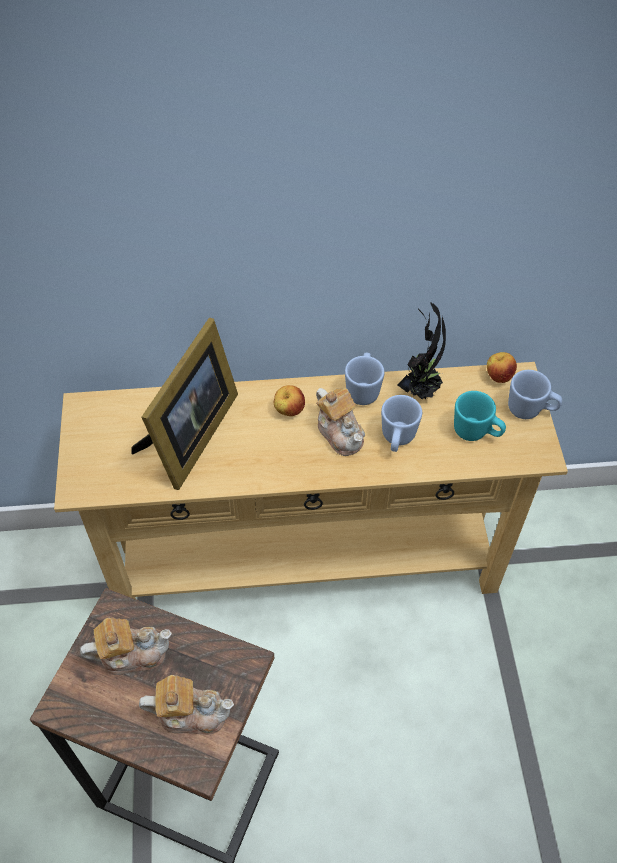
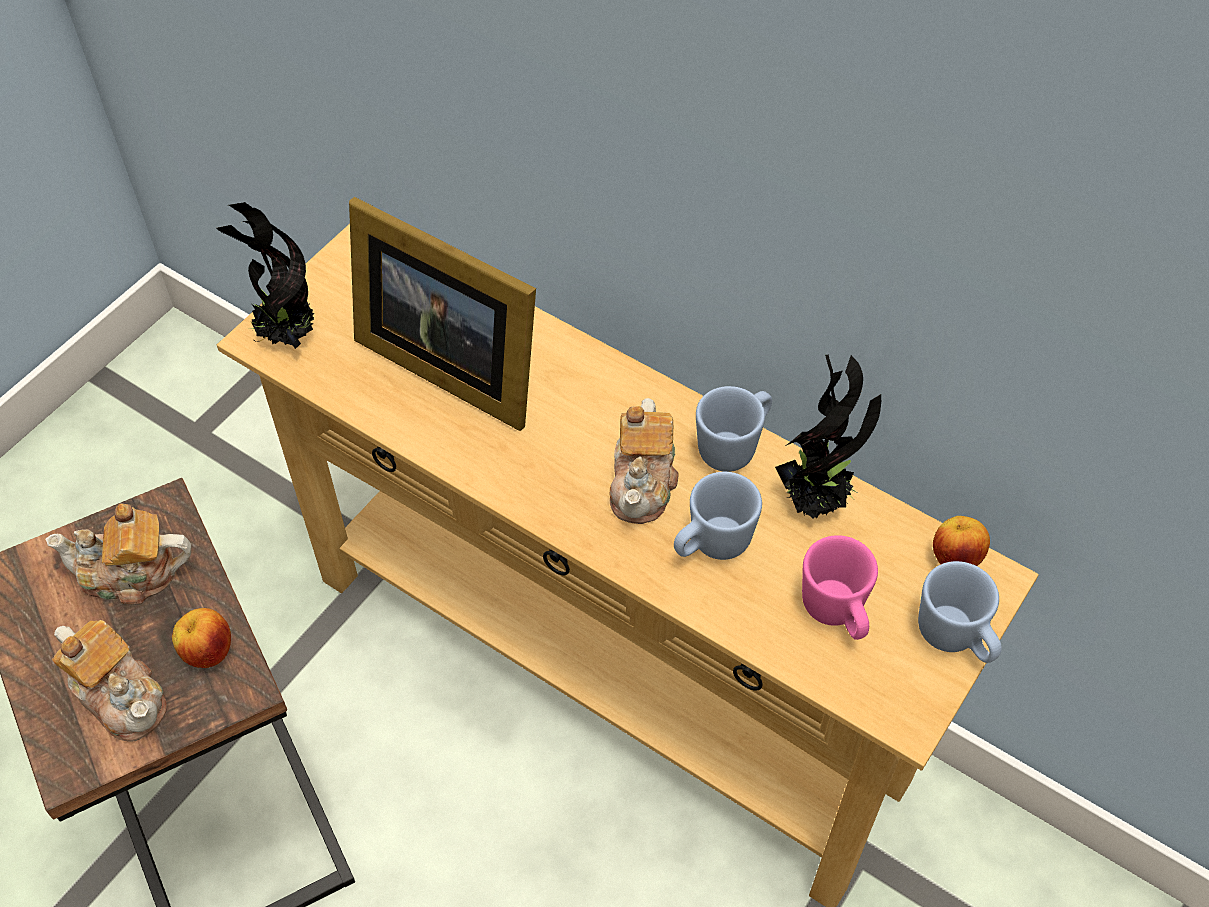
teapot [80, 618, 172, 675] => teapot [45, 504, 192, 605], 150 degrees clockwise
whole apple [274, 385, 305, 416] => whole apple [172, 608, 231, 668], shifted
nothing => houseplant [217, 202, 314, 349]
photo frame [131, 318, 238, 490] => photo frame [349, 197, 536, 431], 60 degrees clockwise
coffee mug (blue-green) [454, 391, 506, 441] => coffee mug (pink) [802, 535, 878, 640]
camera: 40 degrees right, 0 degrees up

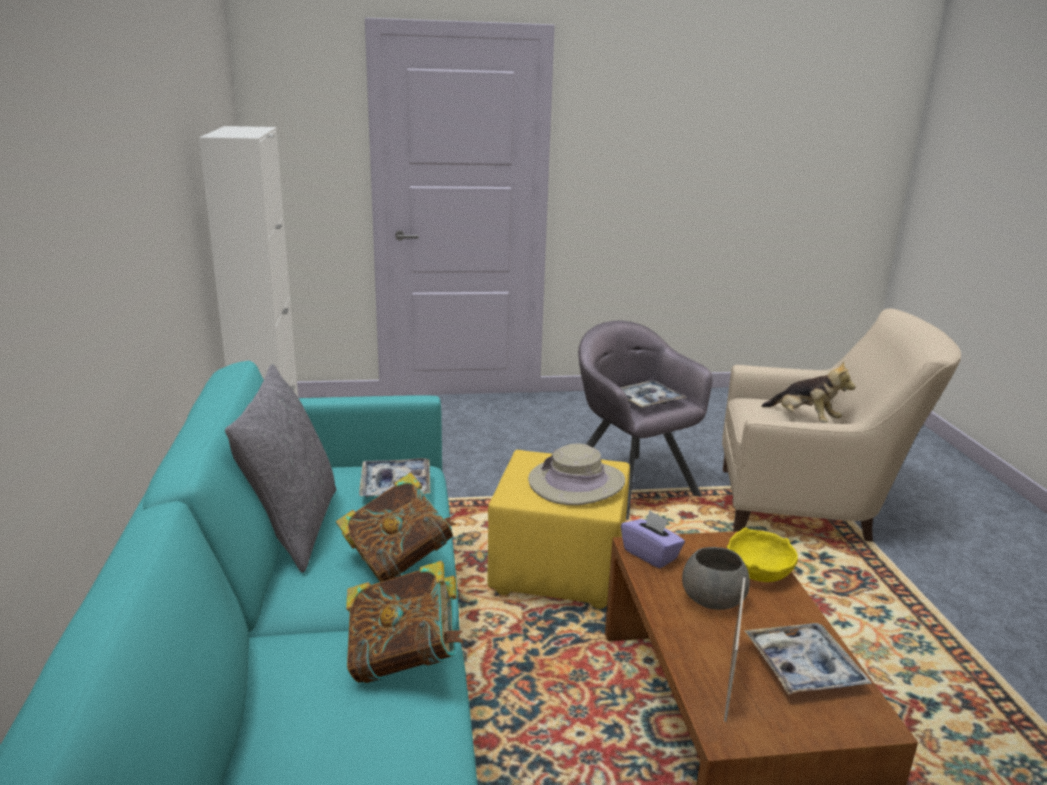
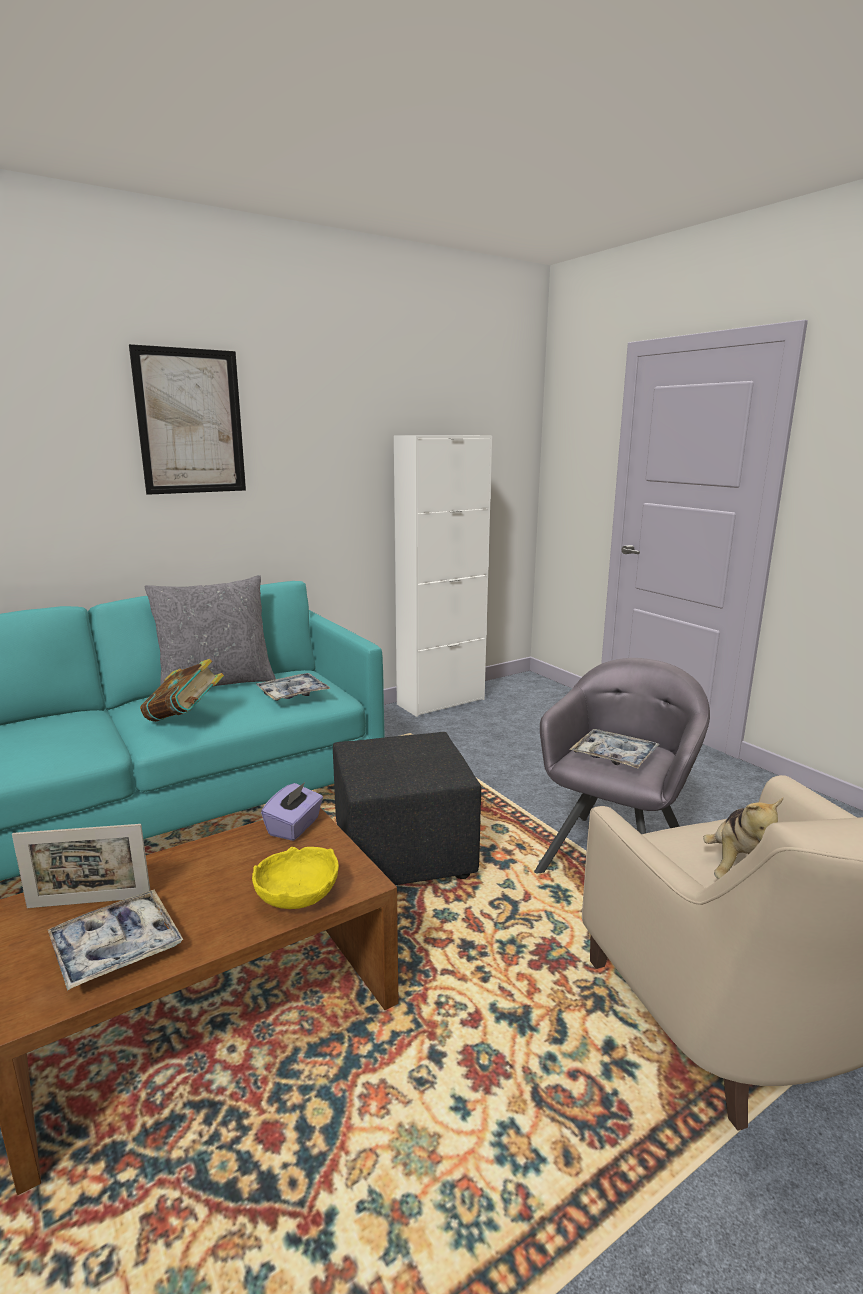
nothing => picture [129, 344, 246, 495]
pouffe (yellow-coloured) [487, 450, 630, 609] => pouffe (blackish) [333, 732, 481, 885]
volume [346, 561, 463, 683] => nothing
hat (beige) [528, 444, 625, 505] => nothing
serving bowl (gray) [682, 547, 750, 610] => nothing
camera: 65 degrees right, 5 degrees down

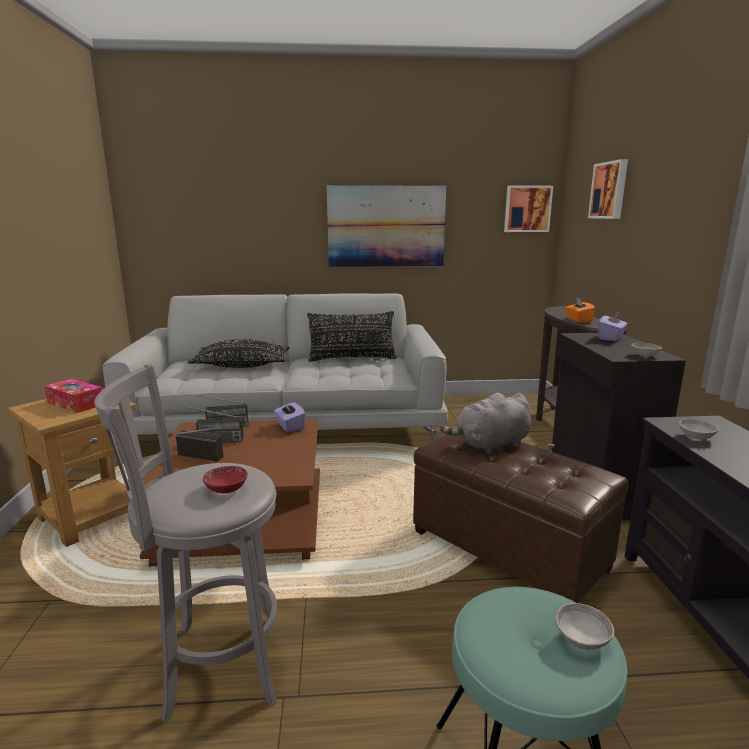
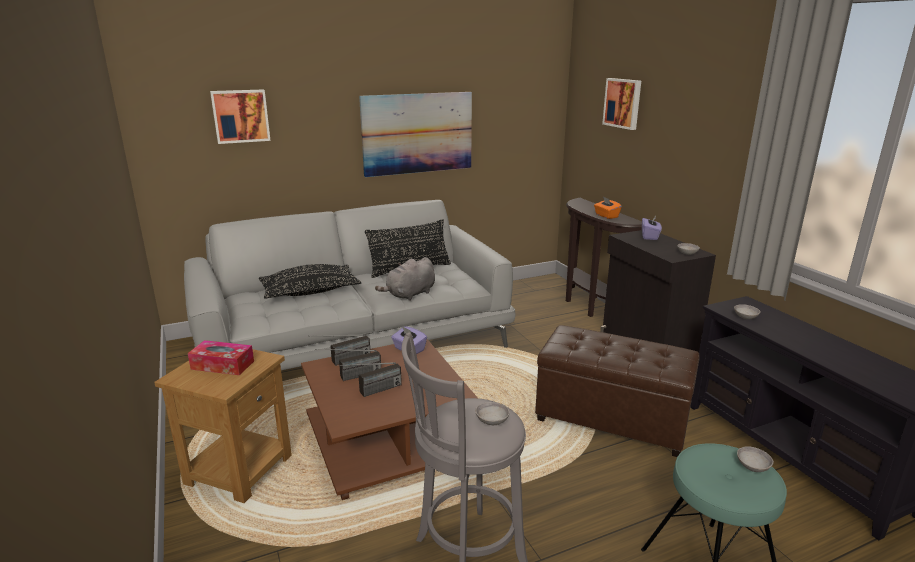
picture [504, 185, 553, 232] => picture [210, 89, 271, 144], shifted
radio set [176, 425, 237, 461] => radio set [335, 362, 402, 397], 150 degrees clockwise
cuddly toy (gray) [440, 393, 531, 454] => cuddly toy (gray) [375, 257, 435, 301], shifted
serving bowl (red-coloured) [203, 466, 247, 493] => serving bowl (gray) [475, 402, 509, 425]
camera: 20 degrees left, 5 degrees up

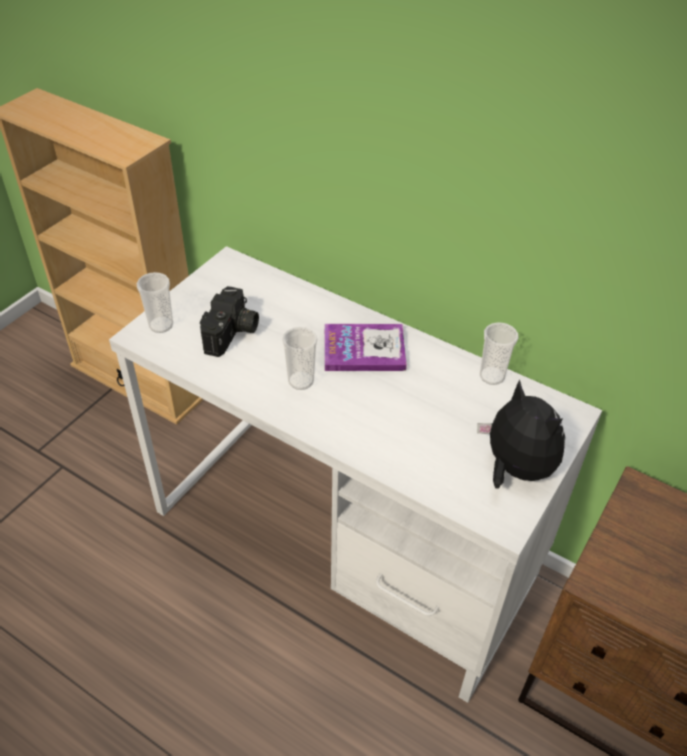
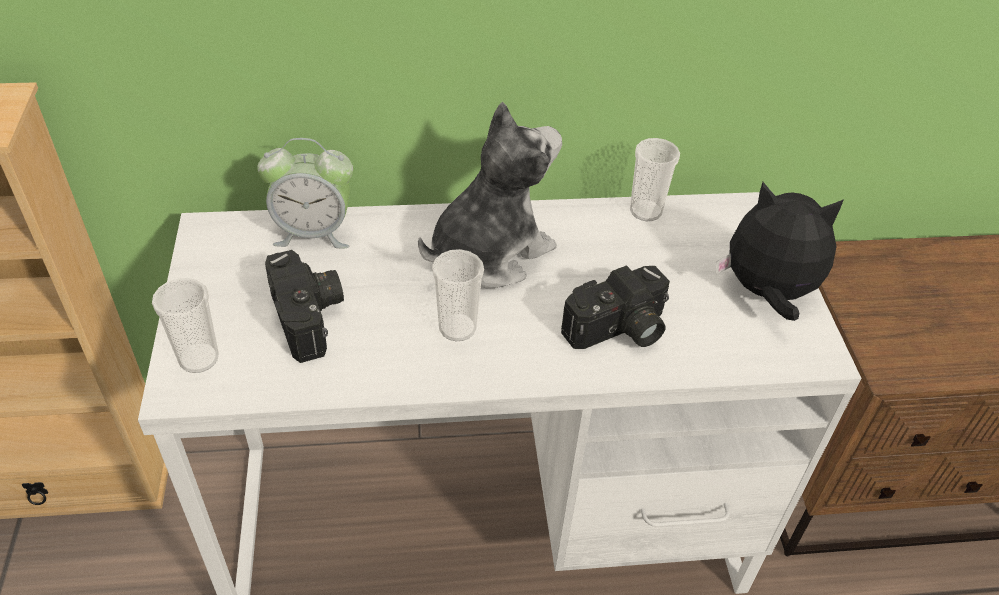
nothing => table clock [257, 138, 353, 248]
volume [325, 324, 407, 371] => cuddly toy [418, 102, 562, 288]
nothing => photo camera [561, 265, 670, 349]
camera: 40 degrees left, 0 degrees up

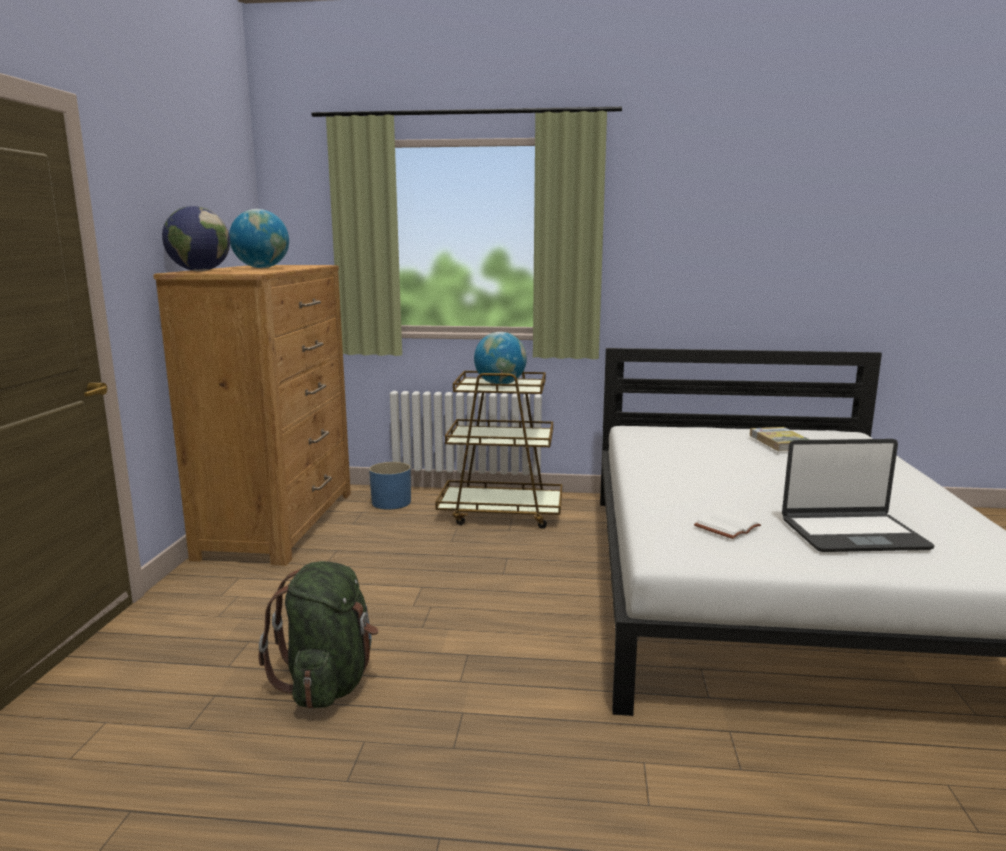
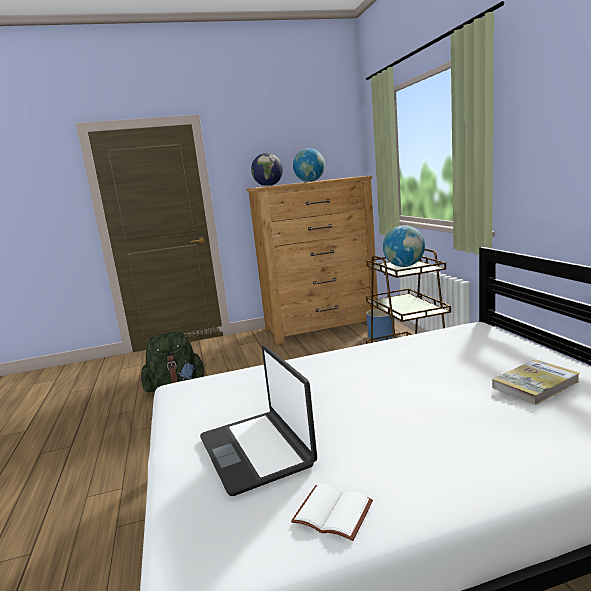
volume (white) [694, 511, 761, 539] => volume (white) [291, 484, 373, 541], shifted
camera: 70 degrees right, 0 degrees up

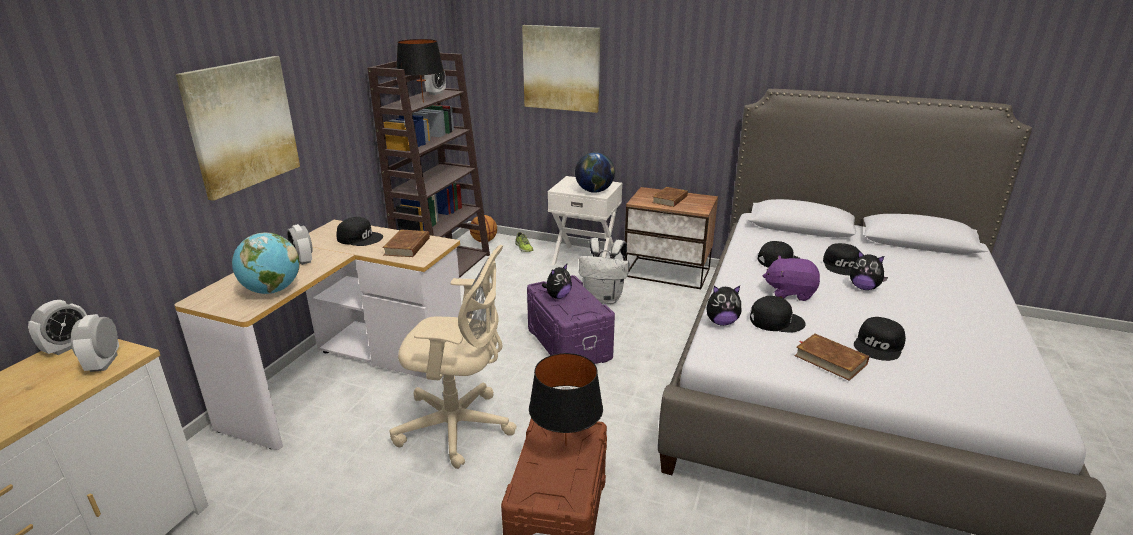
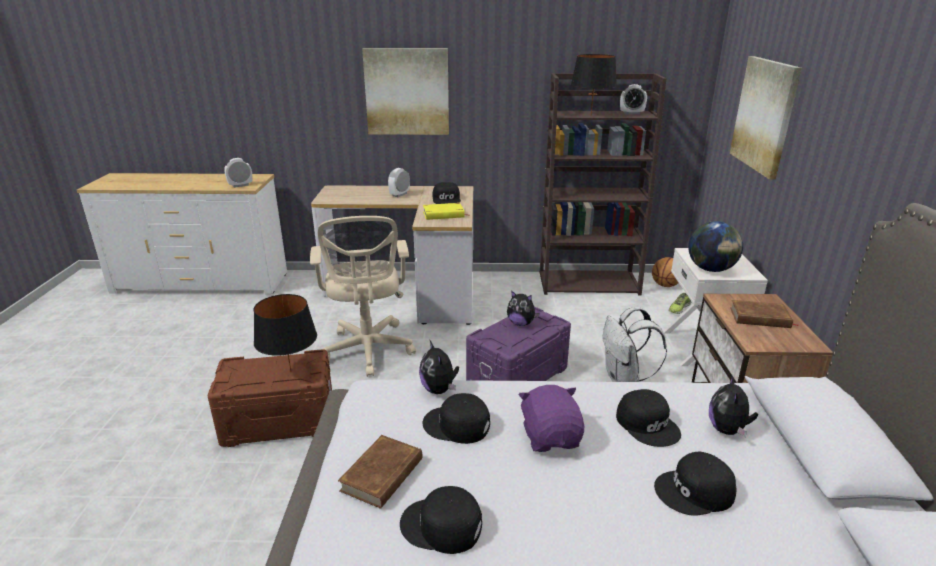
volume (brown) [382, 229, 430, 257] => volume (yellow-coloured) [423, 203, 466, 220]
peaked cap (blackish) [750, 296, 806, 333] => peaked cap (blackish) [423, 393, 490, 444], 120 degrees clockwise
cuddly toy [850, 251, 888, 290] => cuddly toy [709, 374, 758, 437], shifted
table clock [28, 300, 87, 355] => nothing
desk globe [232, 233, 300, 294] => nothing
camera: 70 degrees right, 0 degrees up

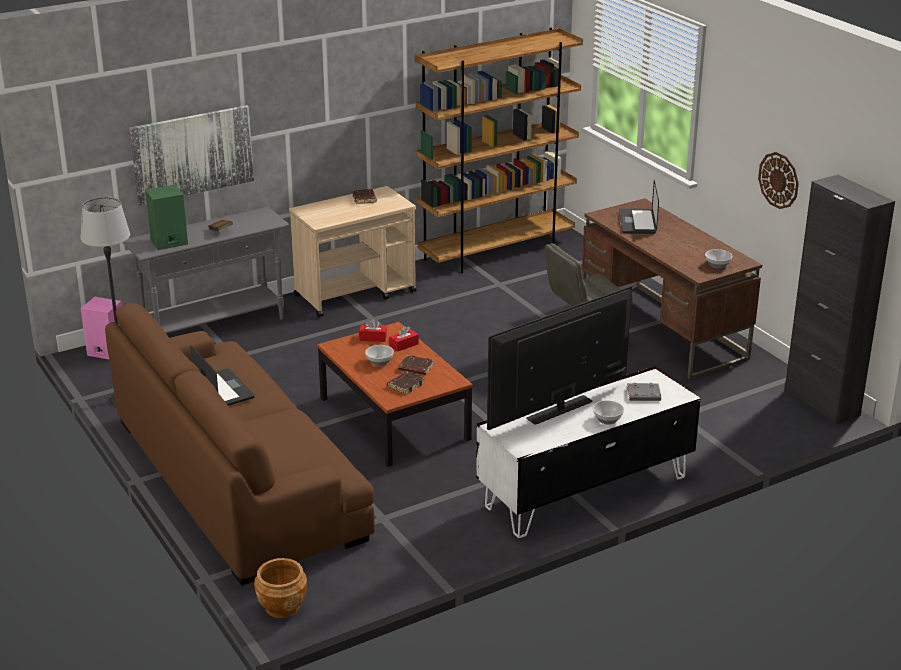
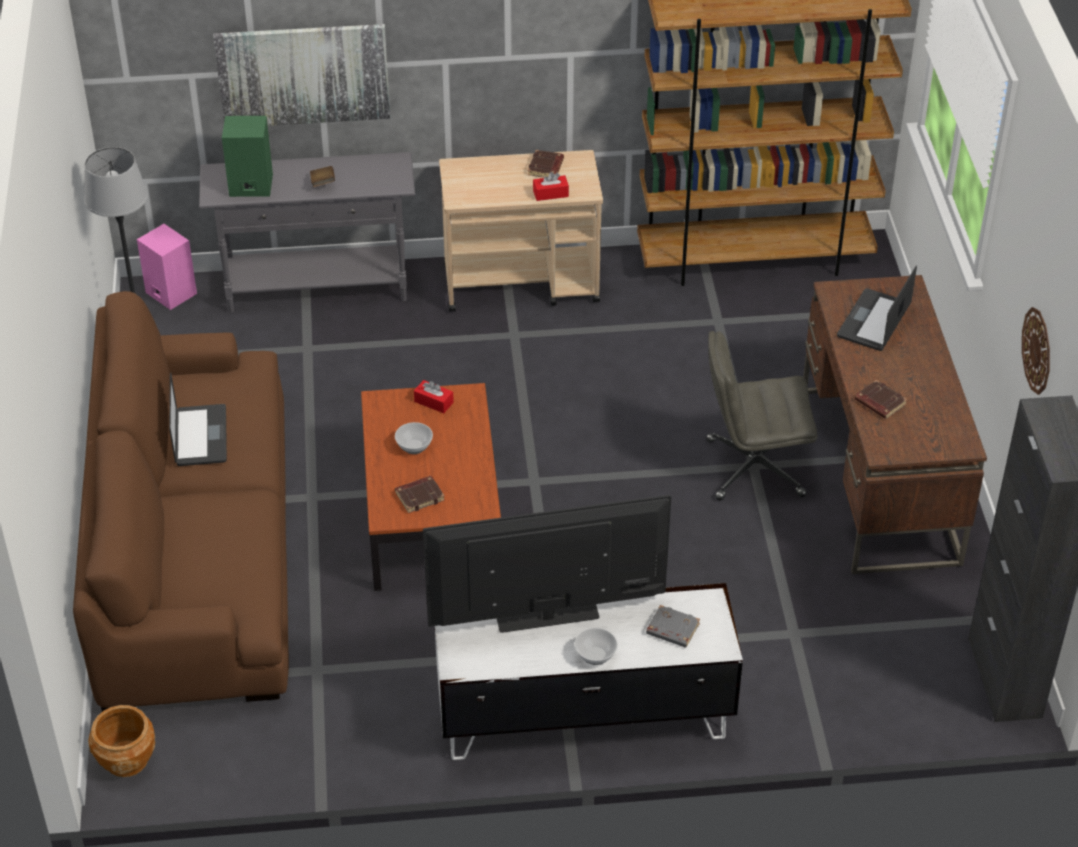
box of tissues (red-coloured) [389, 326, 419, 352] => box of tissues (red-coloured) [533, 172, 569, 201], shifted
volume (brown) [398, 355, 435, 375] => volume (brown) [855, 380, 907, 419], shifted
serving bowl [705, 249, 733, 269] => nothing
camera: 25 degrees right, 15 degrees up

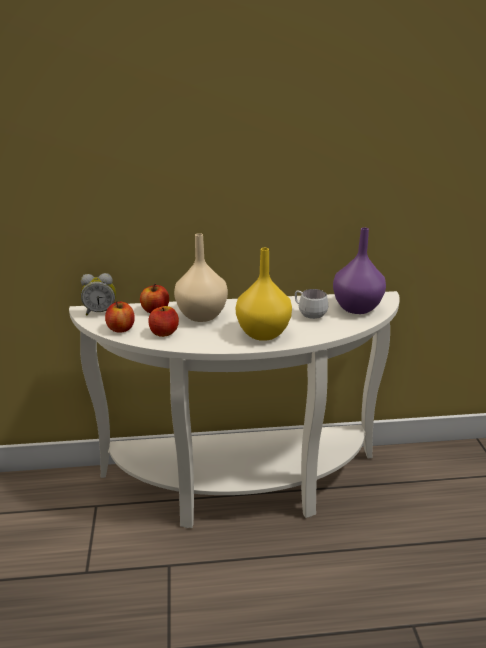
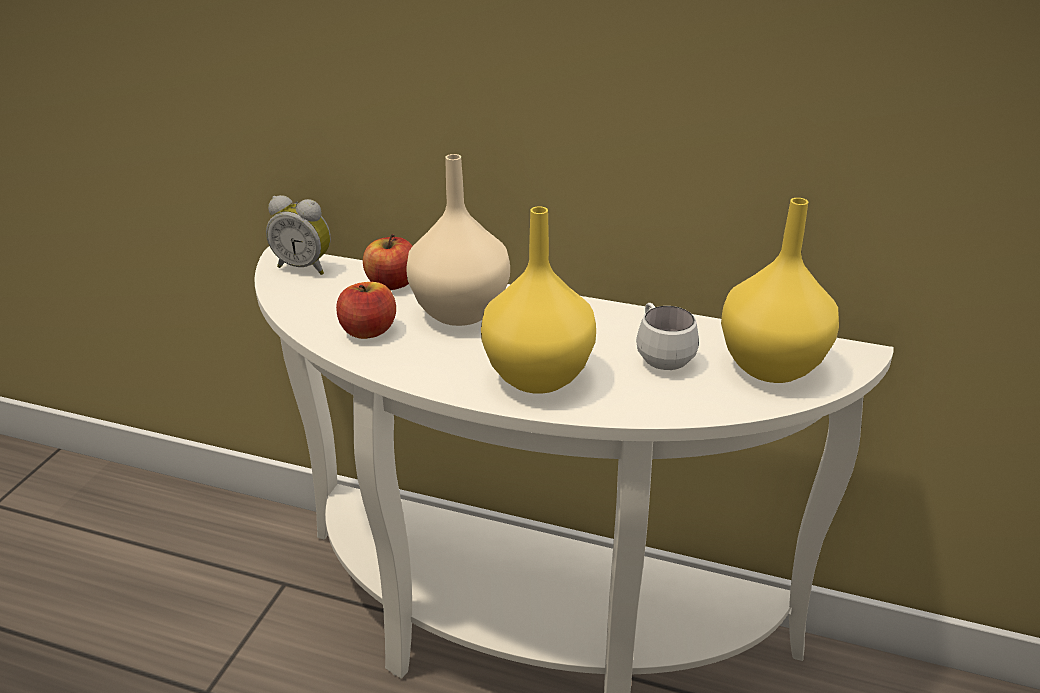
vase (purple) [333, 228, 386, 314] => vase (yellow-coloured) [721, 198, 839, 383]
whole apple [105, 301, 135, 333] => nothing
camera: 25 degrees right, 5 degrees up

